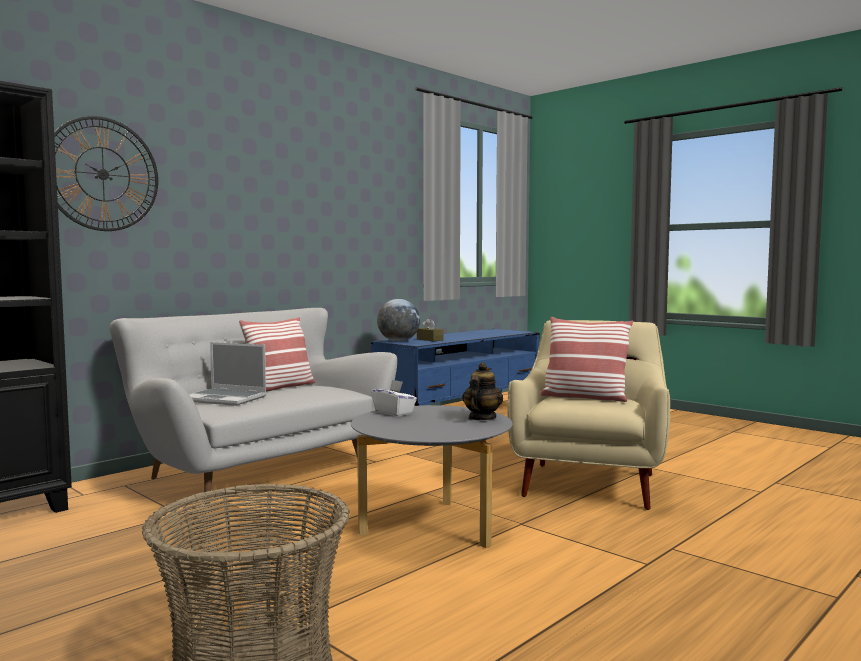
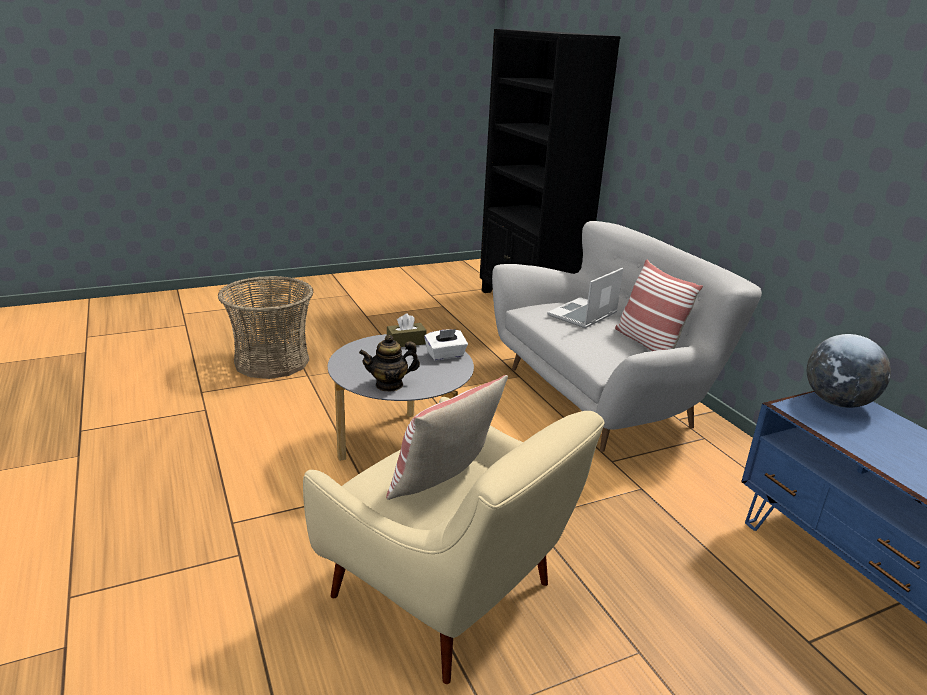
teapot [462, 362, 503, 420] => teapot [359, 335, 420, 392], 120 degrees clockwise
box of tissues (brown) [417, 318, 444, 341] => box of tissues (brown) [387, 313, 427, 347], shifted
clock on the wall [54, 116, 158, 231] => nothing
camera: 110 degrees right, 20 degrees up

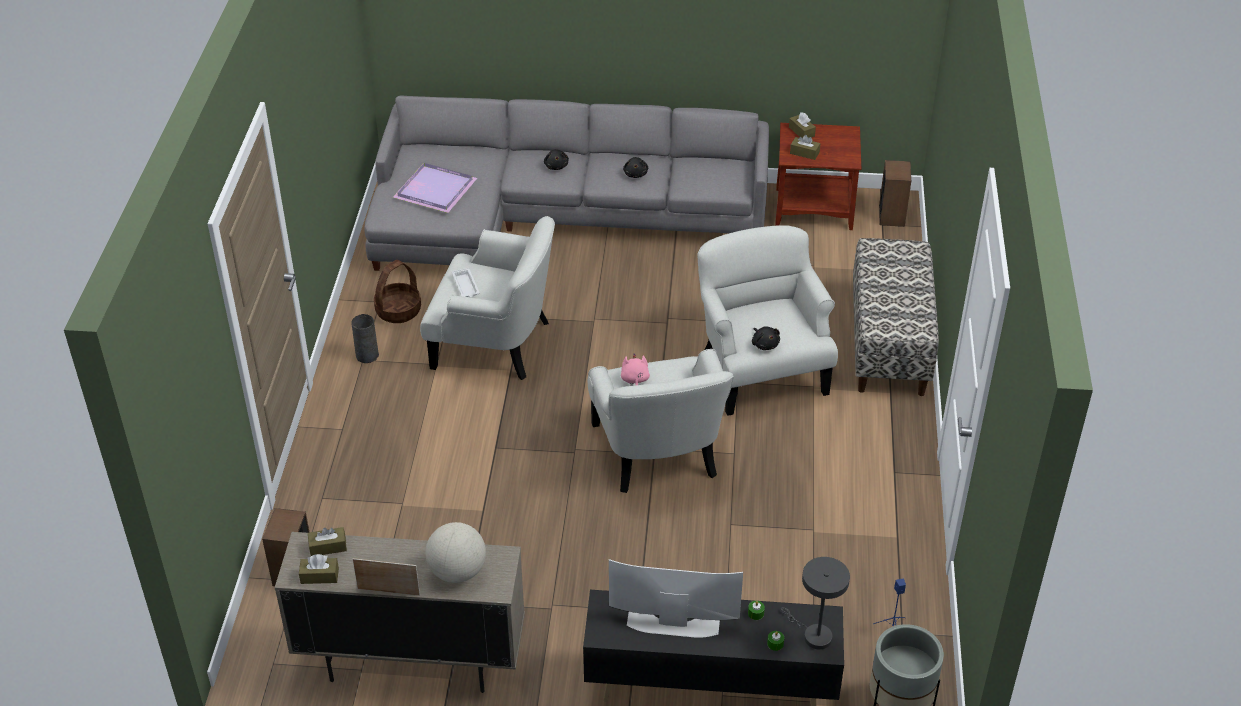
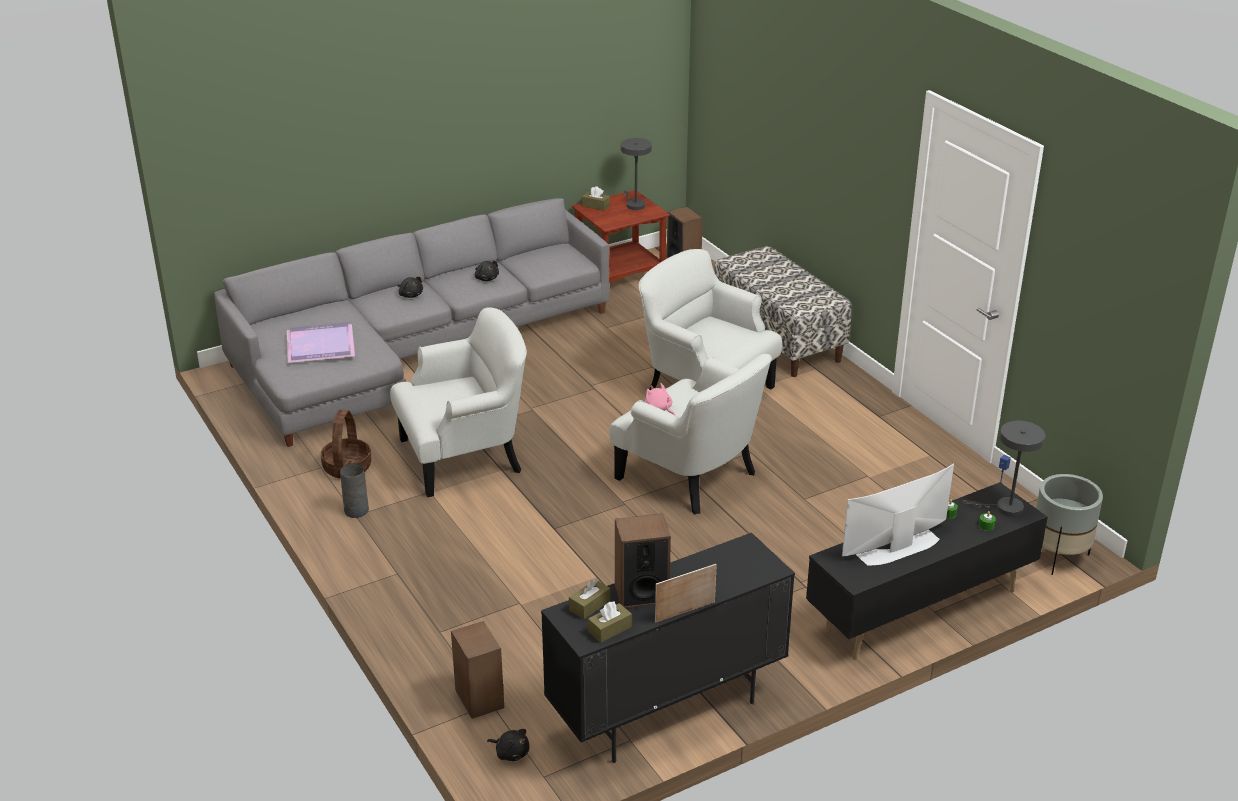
cuddly toy (blackish) [752, 326, 780, 350] => cuddly toy (blackish) [487, 729, 530, 761], shifted
cabinet (beige) [275, 532, 525, 693] => cabinet (blackish) [541, 533, 795, 763]
nothing => speaker [615, 514, 671, 609]
nothing => table lamp (gray) [621, 138, 652, 210]
desk globe [425, 522, 486, 583] => nothing
tray (white) [452, 268, 480, 298] => nothing
box of tissues (brown) [790, 135, 820, 160] => nothing
camera: 35 degrees left, 10 degrees down

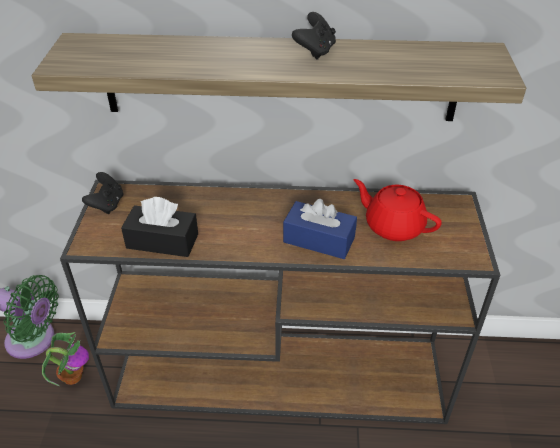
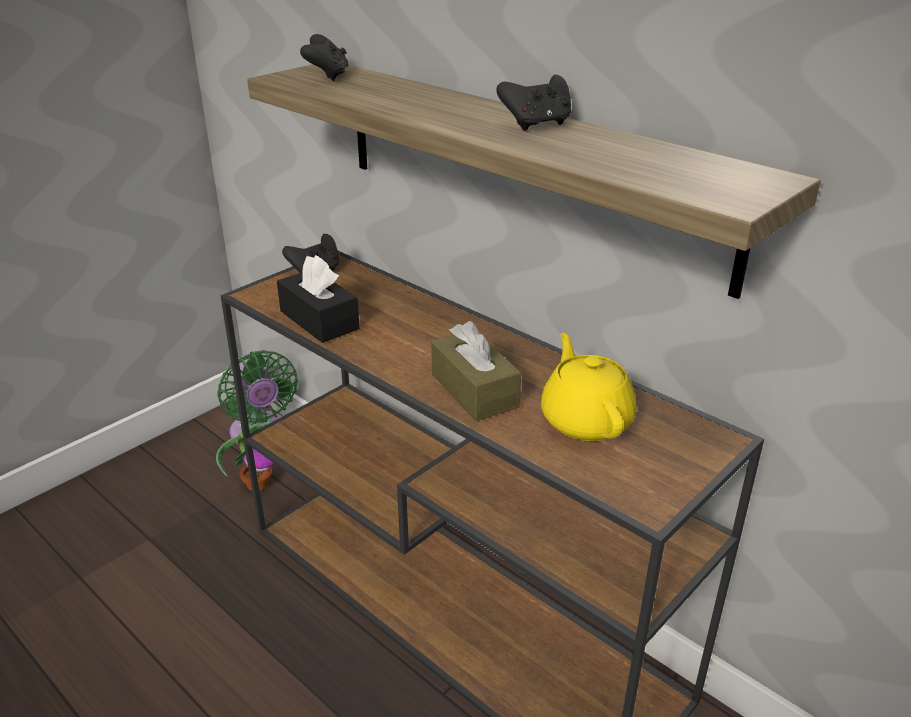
nothing => gamepad (blackish) [300, 34, 349, 81]
box of tissues (blue) [283, 199, 357, 259] => box of tissues (brown) [431, 321, 521, 421]
teapot (red-coloured) [353, 179, 442, 241] => teapot (yellow-coloured) [541, 333, 636, 441]
camera: 40 degrees right, 10 degrees down

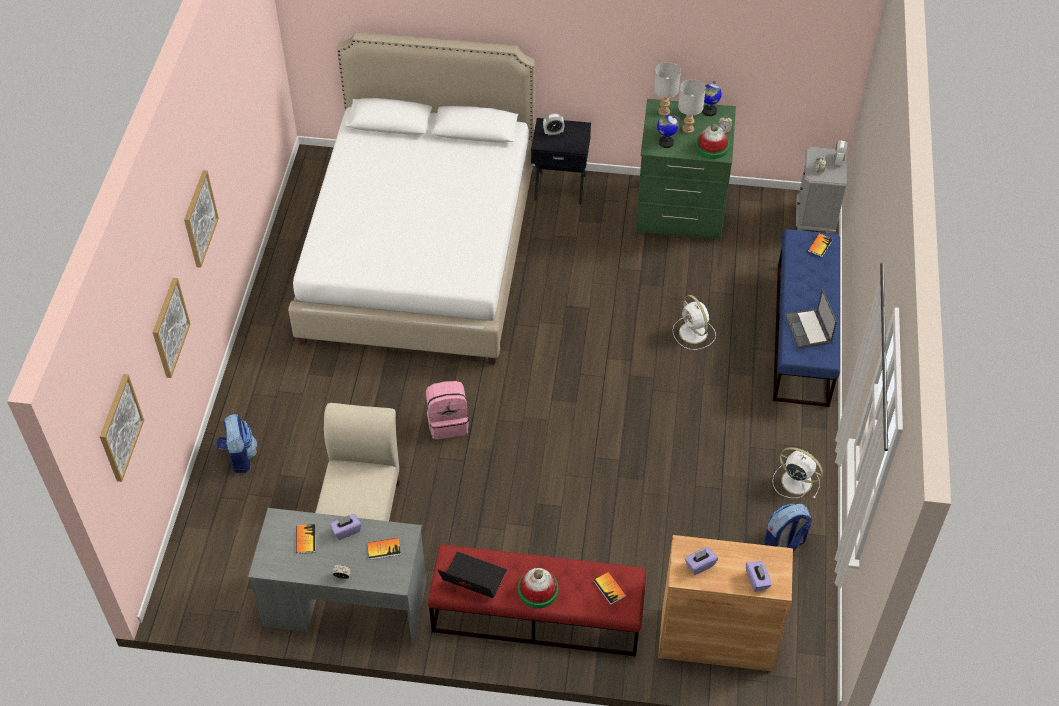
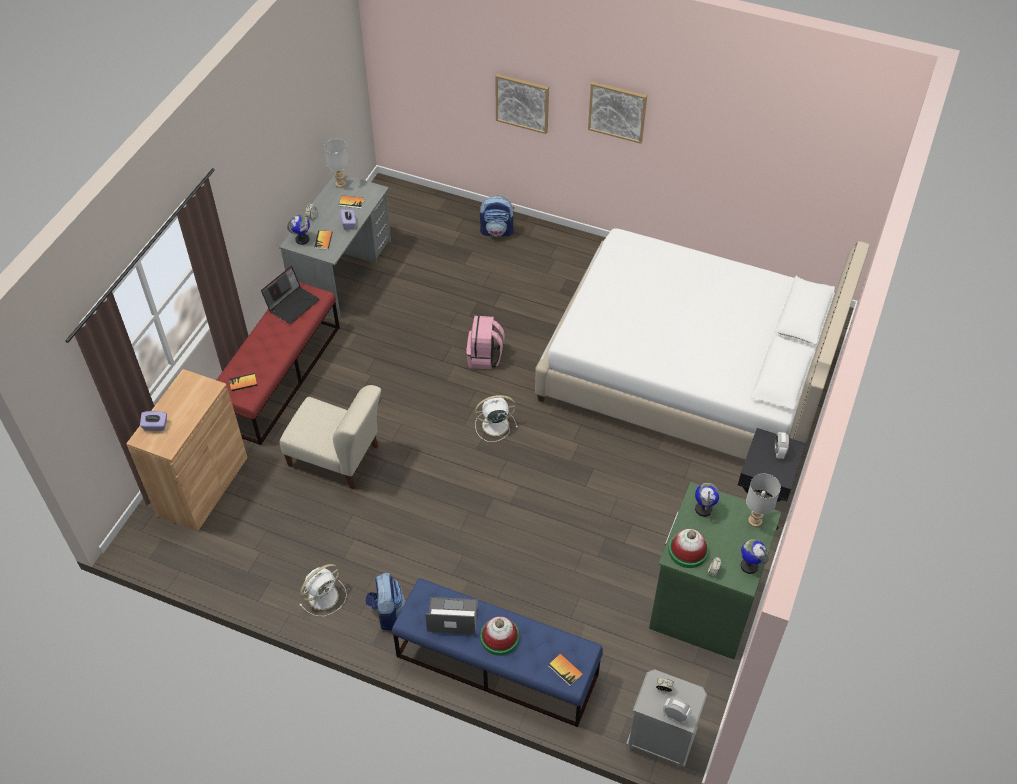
chair (beige) [315, 403, 400, 521] => chair (beige) [280, 385, 381, 489], shifted
nothing => desk globe [287, 215, 310, 245]
table lamp (gray) [678, 80, 706, 134] => table lamp (gray) [324, 139, 349, 188], shifted
backpack [764, 504, 812, 552] => backpack [365, 573, 406, 631], shifted
electric fan (white) [672, 295, 716, 350] => electric fan (white) [475, 395, 518, 442], shifted
hat [518, 568, 558, 608] => hat [480, 616, 519, 656], shifted
picture [100, 374, 144, 482] => nothing
box of tissues (purple) [685, 547, 718, 575] => nothing
camera: 105 degrees right, 0 degrees up

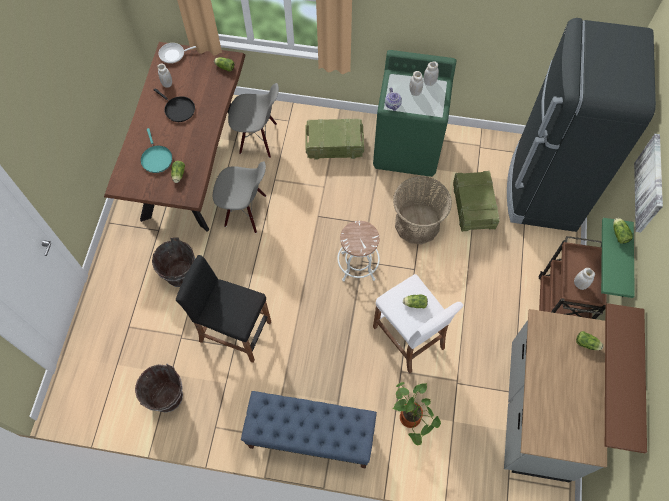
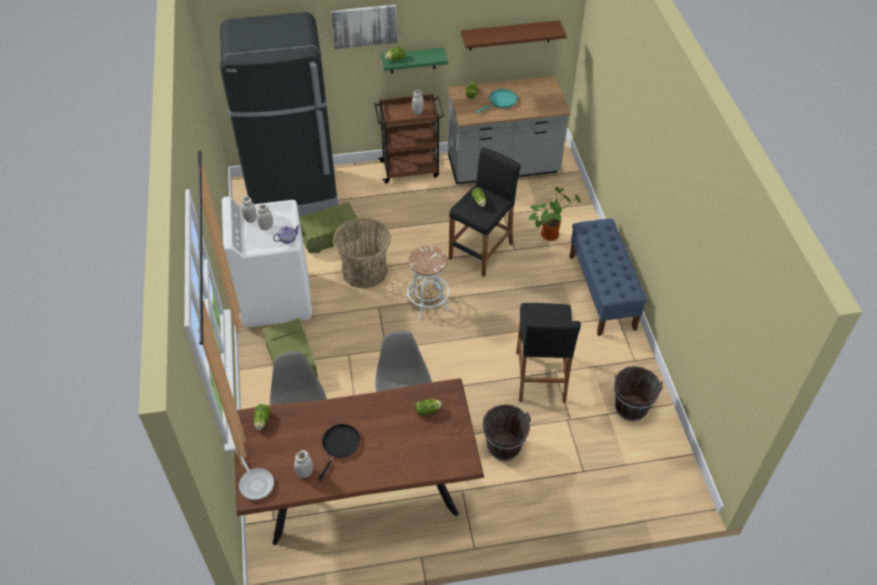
laundry machine (green) [373, 50, 457, 177] => laundry machine (white) [222, 197, 312, 328]
sitting stool (white) [373, 274, 463, 373] => sitting stool (blackish) [449, 147, 521, 277]
pan (blue-green) [141, 128, 172, 173] => pan (blue-green) [476, 89, 517, 113], shifted
camera: 110 degrees left, 15 degrees down

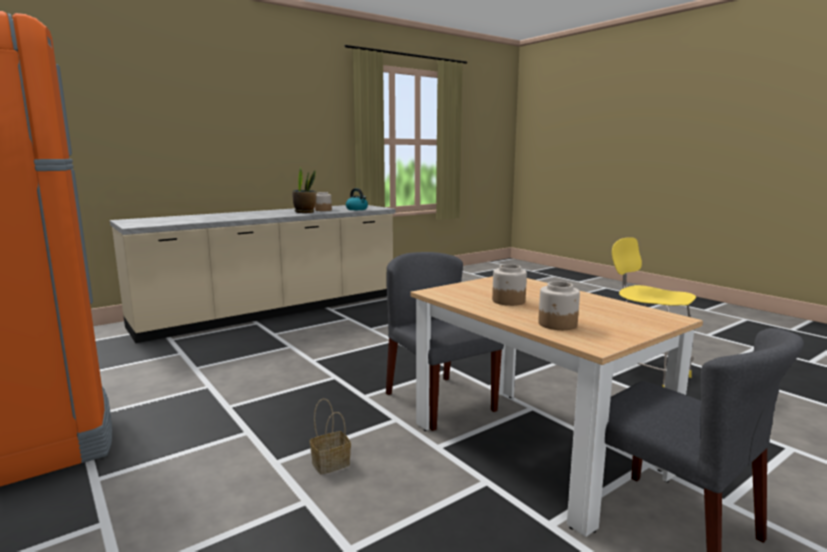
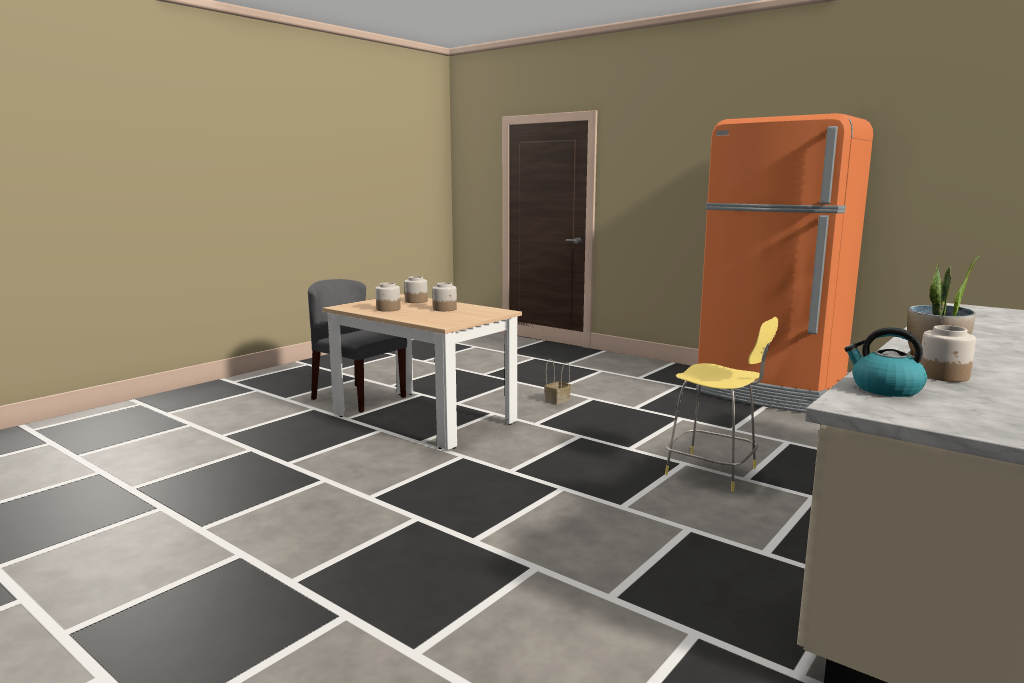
nothing => preserve jar [375, 282, 401, 312]
sitting stool (yellow-coloured) [612, 237, 696, 387] => sitting stool (yellow-coloured) [665, 317, 778, 492], shifted
chair (gray) [386, 252, 504, 431] => nothing
camera: 165 degrees right, 0 degrees up

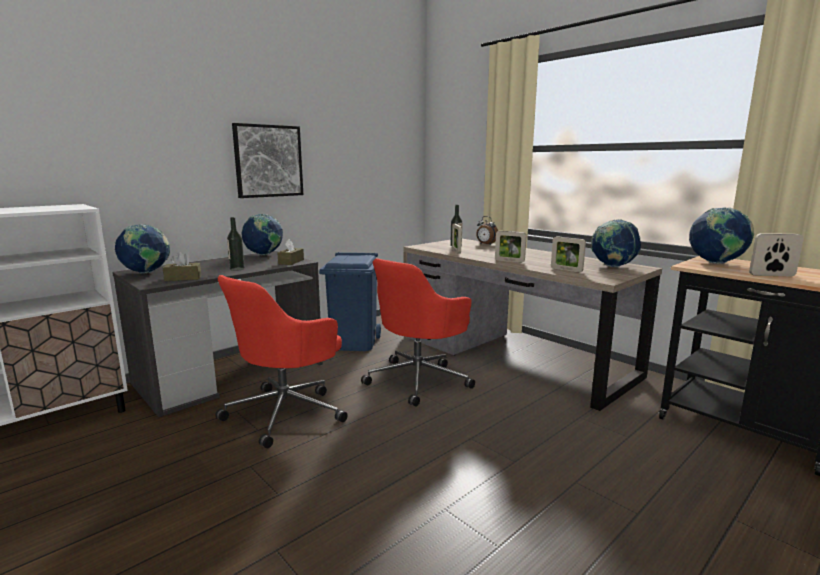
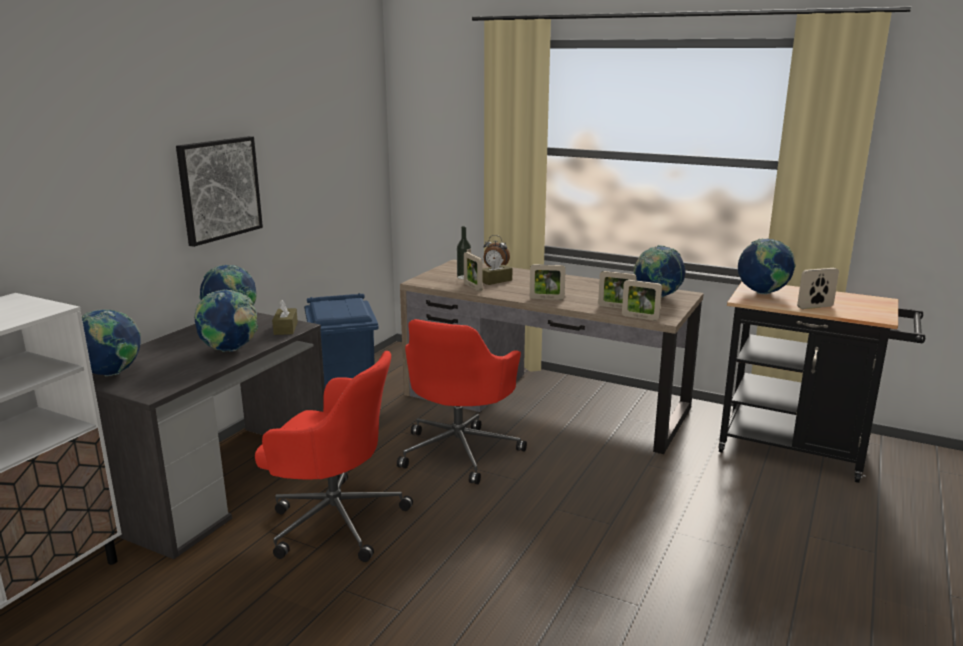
beverage bottle [227, 217, 245, 271] => desk globe [194, 289, 258, 352]
computer chair (red-coloured) [215, 275, 348, 448] => computer chair (red-coloured) [255, 351, 413, 562], 90 degrees counterclockwise
box of tissues (brown) [163, 252, 201, 281] => box of tissues (brown) [483, 257, 512, 285], shifted
nothing => photo frame [622, 280, 662, 321]
camera: 20 degrees left, 5 degrees up

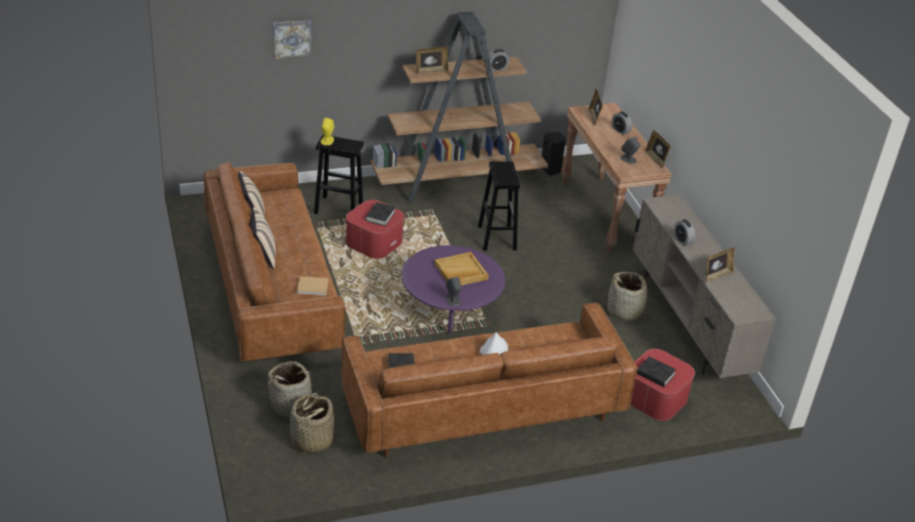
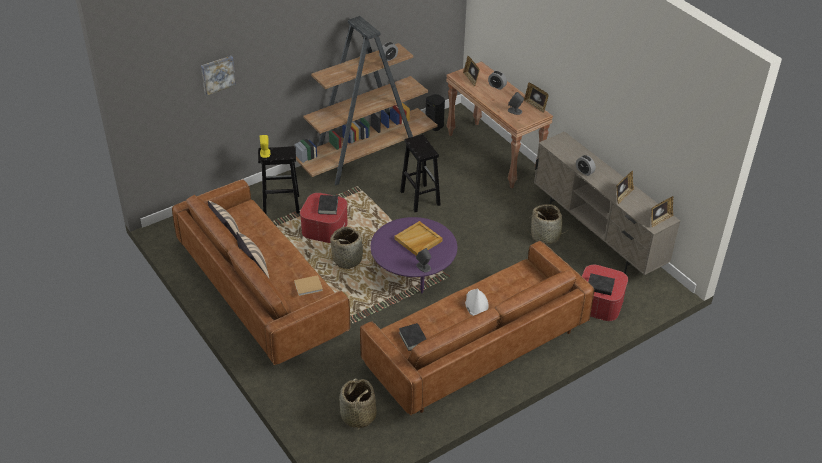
basket [265, 361, 320, 418] => basket [330, 227, 366, 269], shifted
photo frame [416, 46, 448, 74] => photo frame [651, 196, 674, 228], shifted
camera: 15 degrees left, 5 degrees up

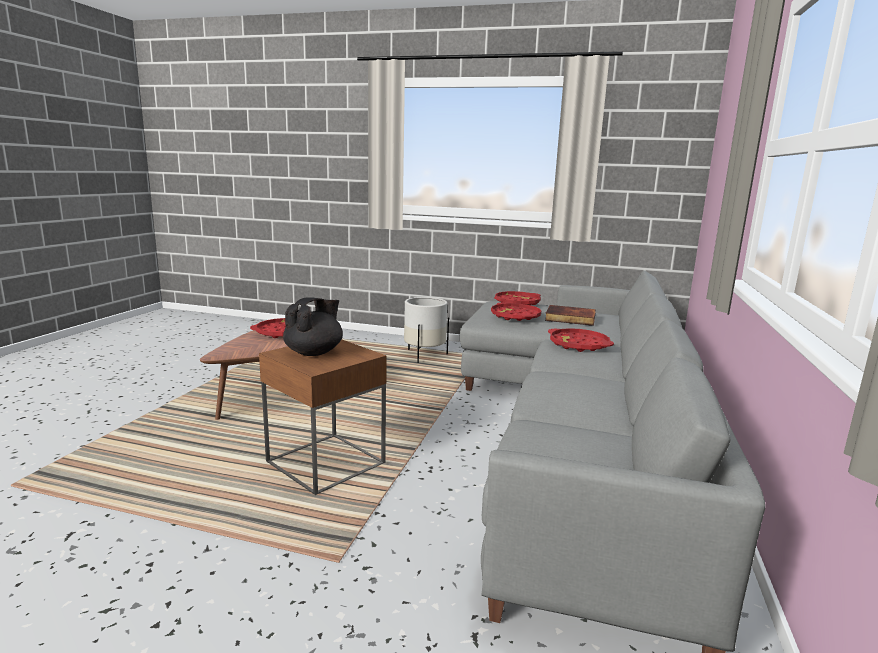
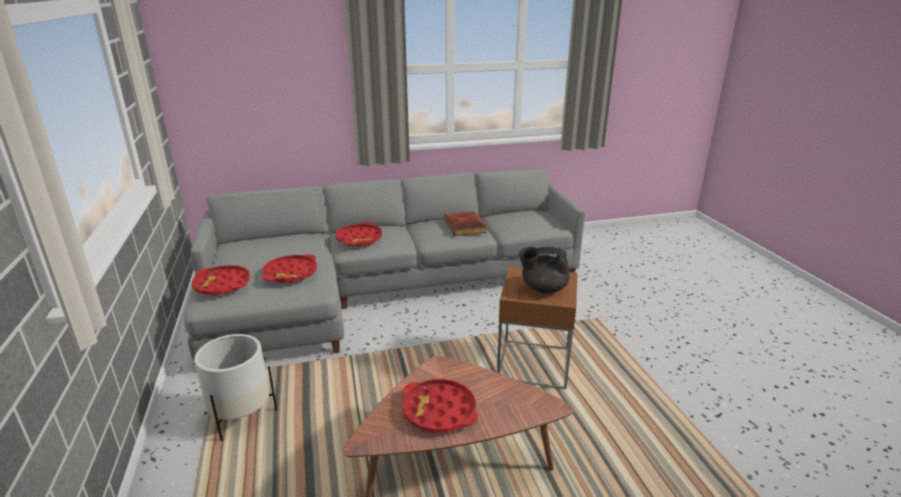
volume [545, 305, 596, 326] => volume [444, 211, 487, 236], shifted
camera: 120 degrees left, 10 degrees up

